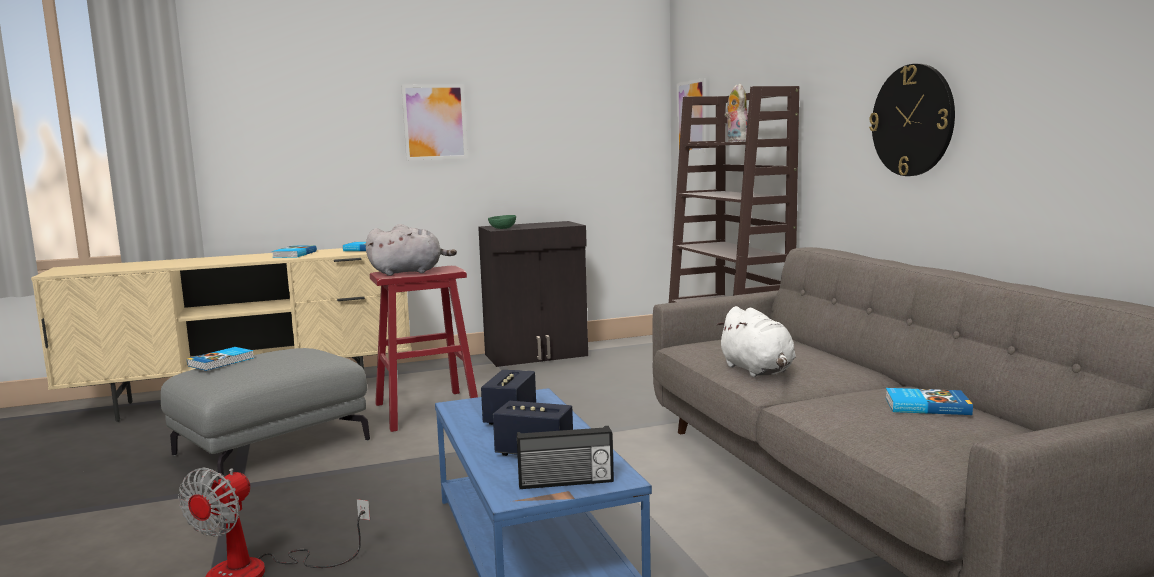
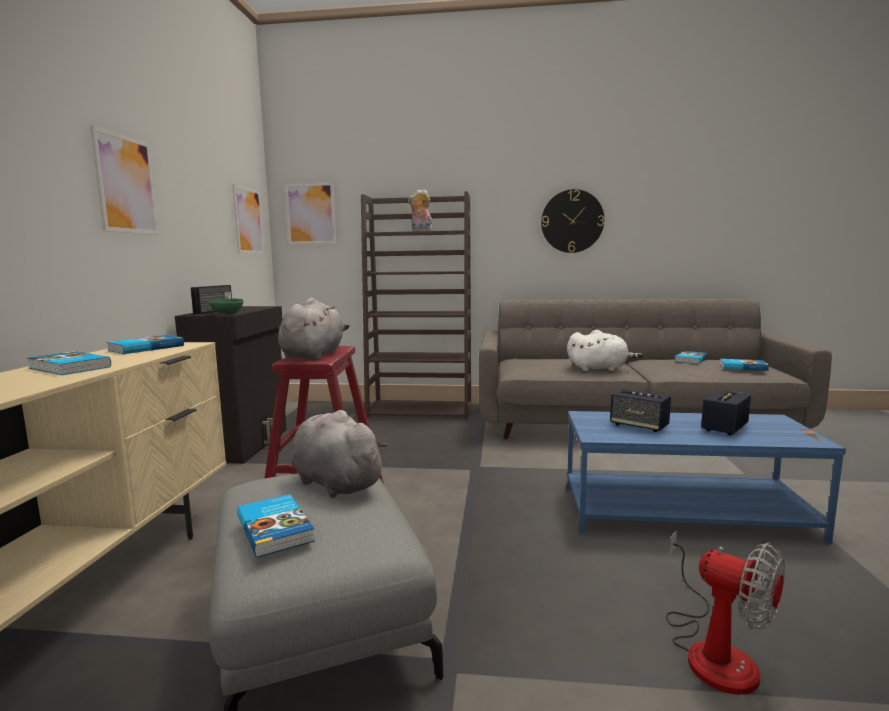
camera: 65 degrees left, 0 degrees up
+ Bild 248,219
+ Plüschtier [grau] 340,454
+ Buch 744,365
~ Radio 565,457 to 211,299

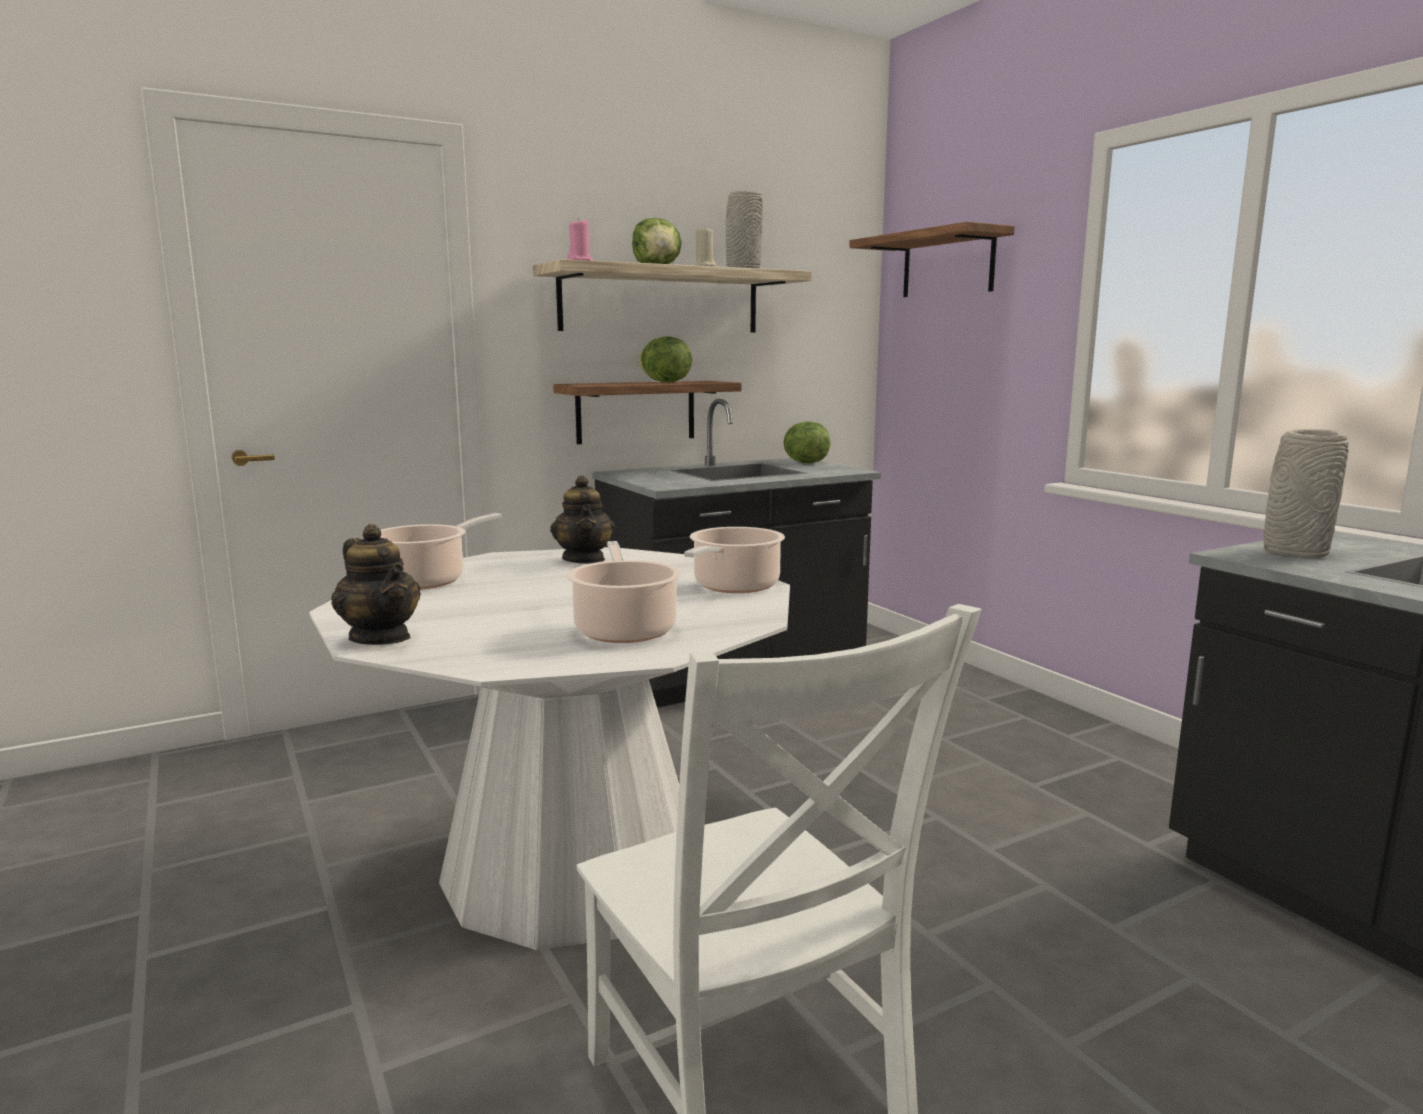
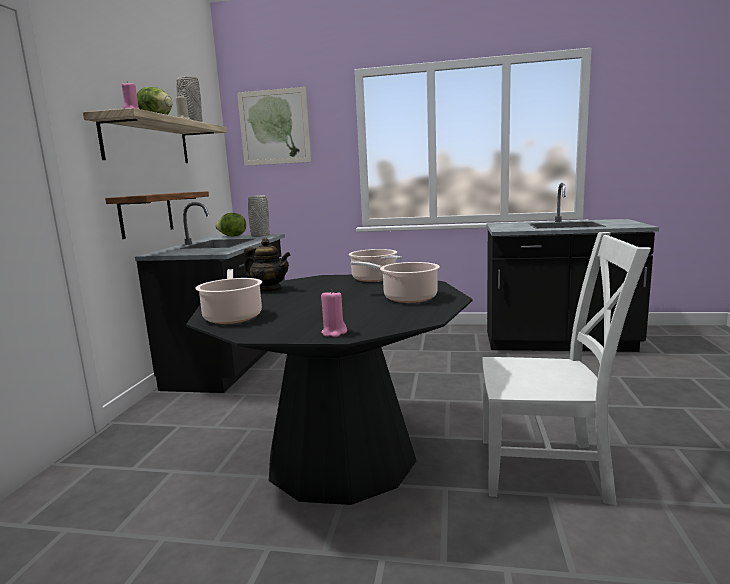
camera: 50 degrees left, 0 degrees up
- Salatkopf 665,359
~ Vase [grau] 1306,493 to 259,216
~ Teekanne 376,584 to Kerze [rosa] 334,313
~ Wandregal 932,259 to Bild 274,126
~ Esstisch [weiß] 549,748 to Esstisch [schwarz] 329,390

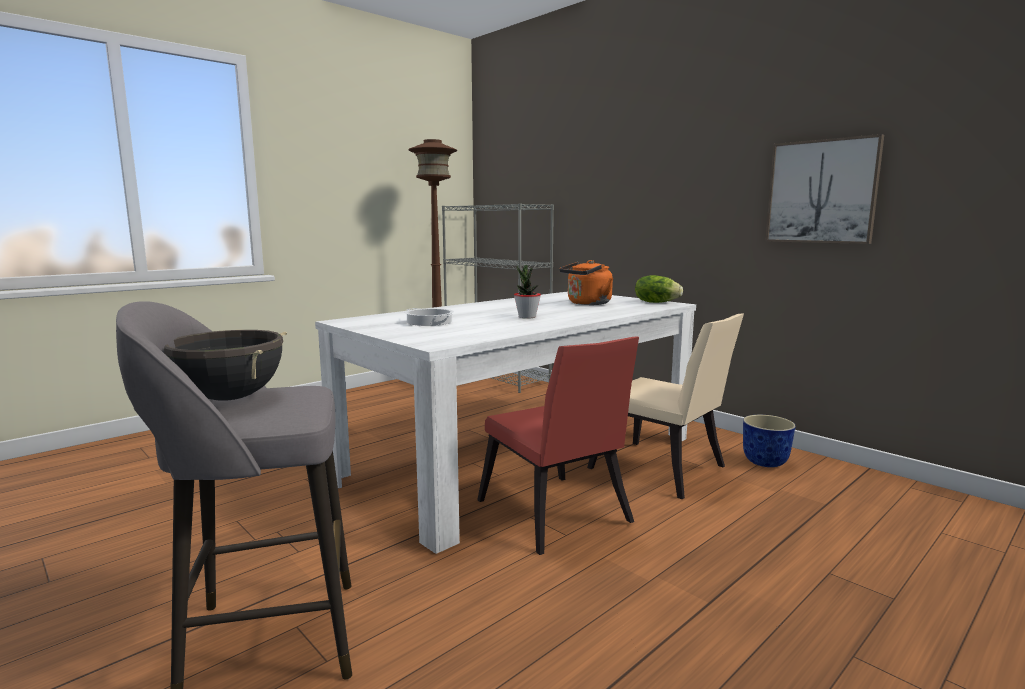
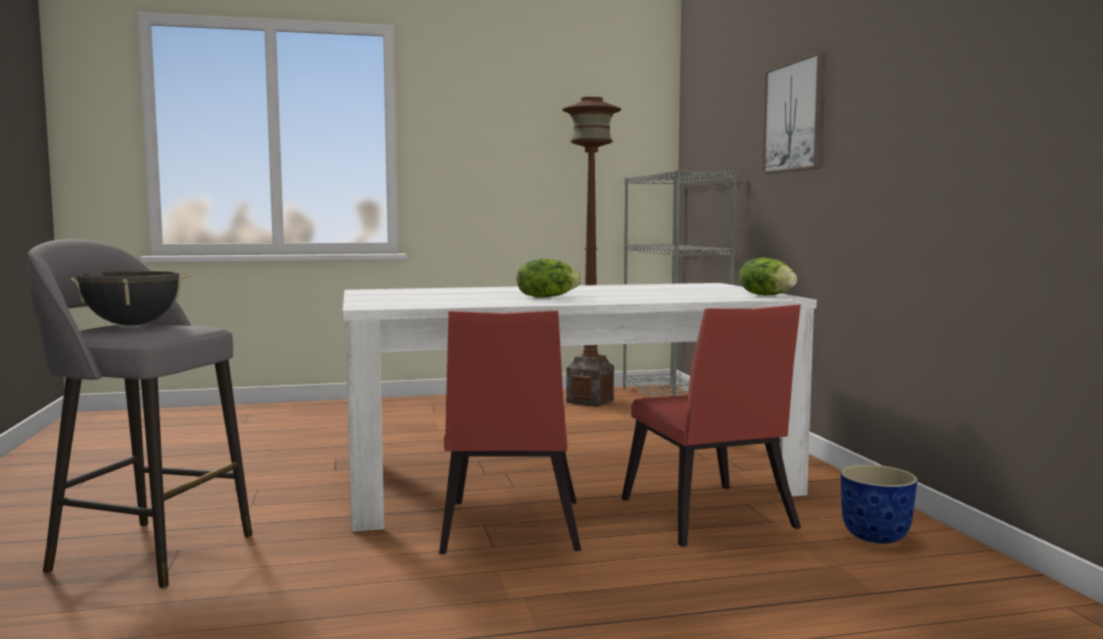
camera: 30 degrees right, 5 degrees down
- Kochtopf 429,317
- Wasserkessel [orange] 586,282
~ Bild 824,189 to 794,113
~ Topfpflanze 527,292 to Salatkopf 549,278
~ Stuhl [beige] 665,406 to Stuhl [rot] 711,425

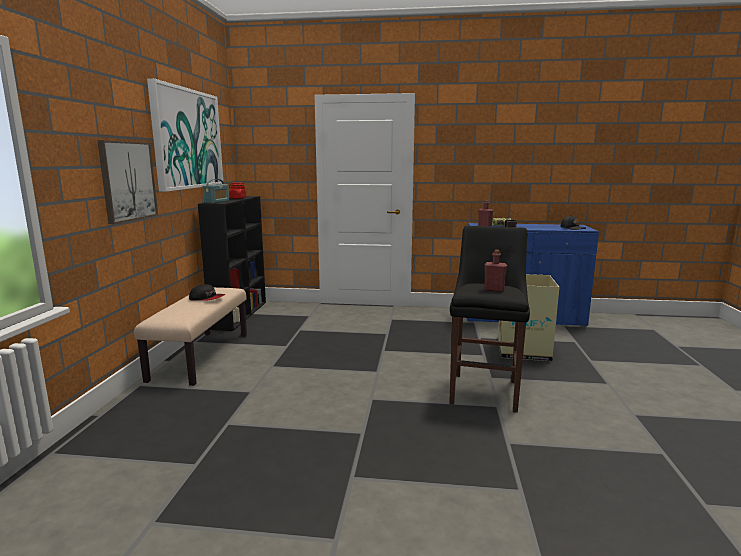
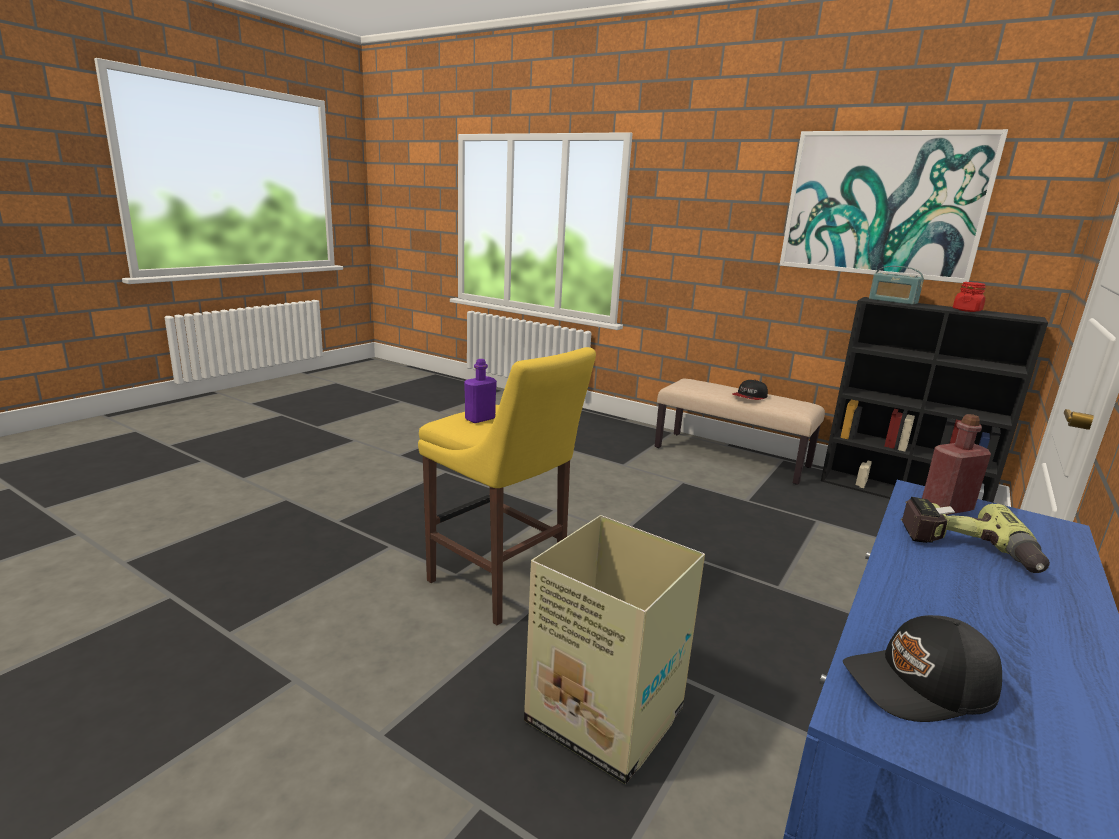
camera: 115 degrees right, 5 degrees up
- Bild 127,182
~ Hocker [schwarz] 489,319 to Hocker [gelb] 507,486
~ Flasche [rot] 495,271 to Flasche [lila] 480,391

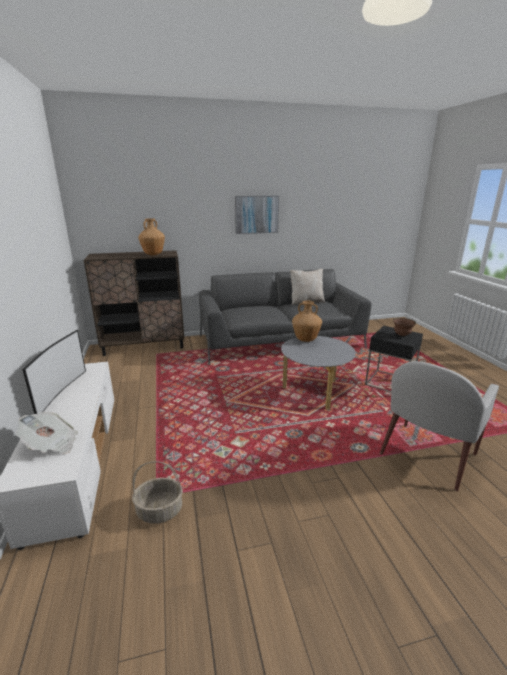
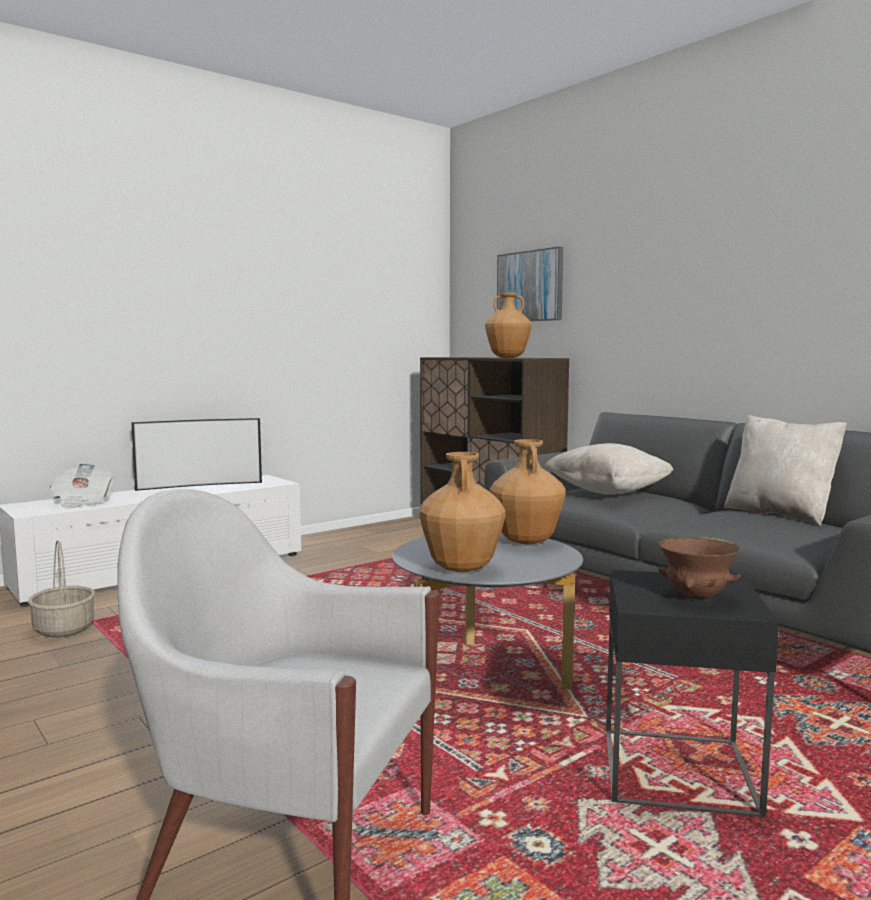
camera: 65 degrees right, 15 degrees down
+ Vase [braun] 462,512
+ Kissen [beige] 609,469
~ Bild 257,215 to 530,283

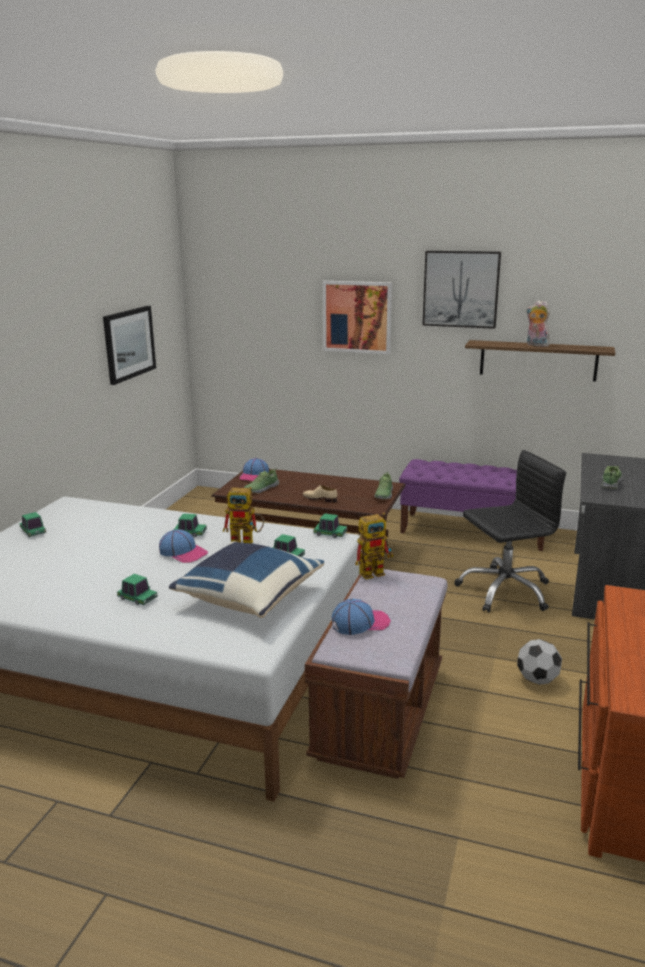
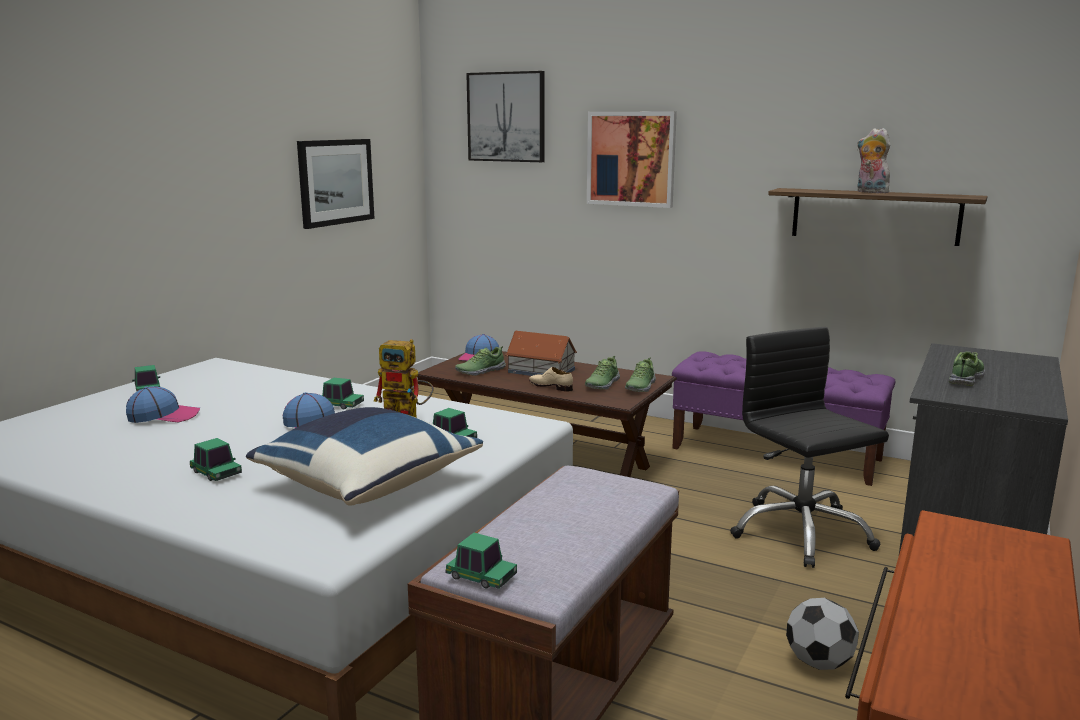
camera: 10 degrees right, 5 degrees down
- Spielzeugroboter 374,545
+ Spielzeughaus 541,353
+ Schuh 602,373
~ Spielzeugauto 330,525 to 481,561
~ Kappe 361,616 to 163,404
~ Bild 461,290 to 505,116
~ Bürostuhl [schwarz] 510,531 = 809,447 105 degrees counterclockwise

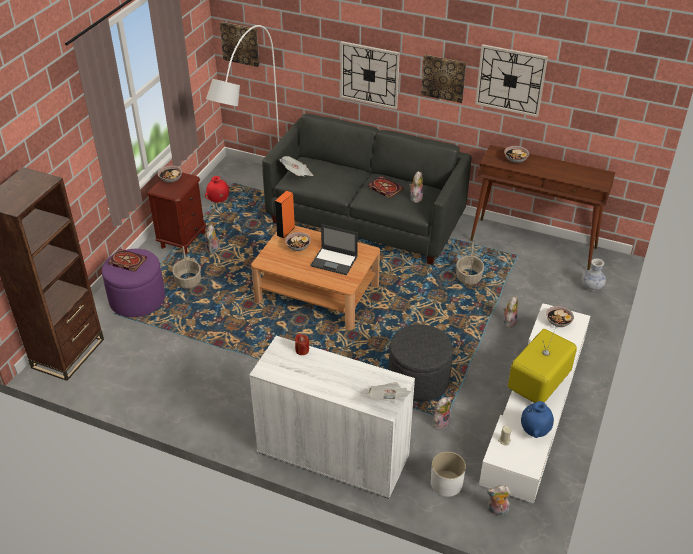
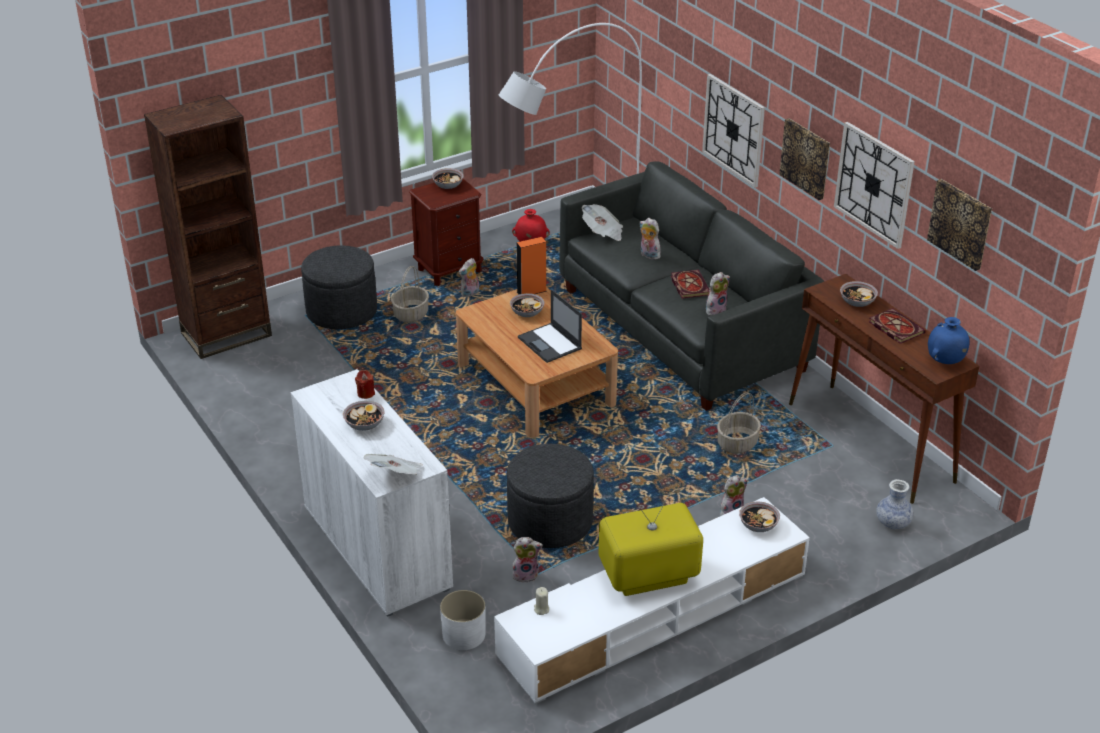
camera: 35 degrees right, 5 degrees down
+ Schüssel 364,416
~ Buch 127,260 to 897,326
~ Bild 240,44 to 959,225
~ Plüschtier 499,500 to 650,239
~ Vase [blau] 537,419 to 949,340
~ Polsterhocker [lila] 133,283 to Polsterhocker [grau] 339,287

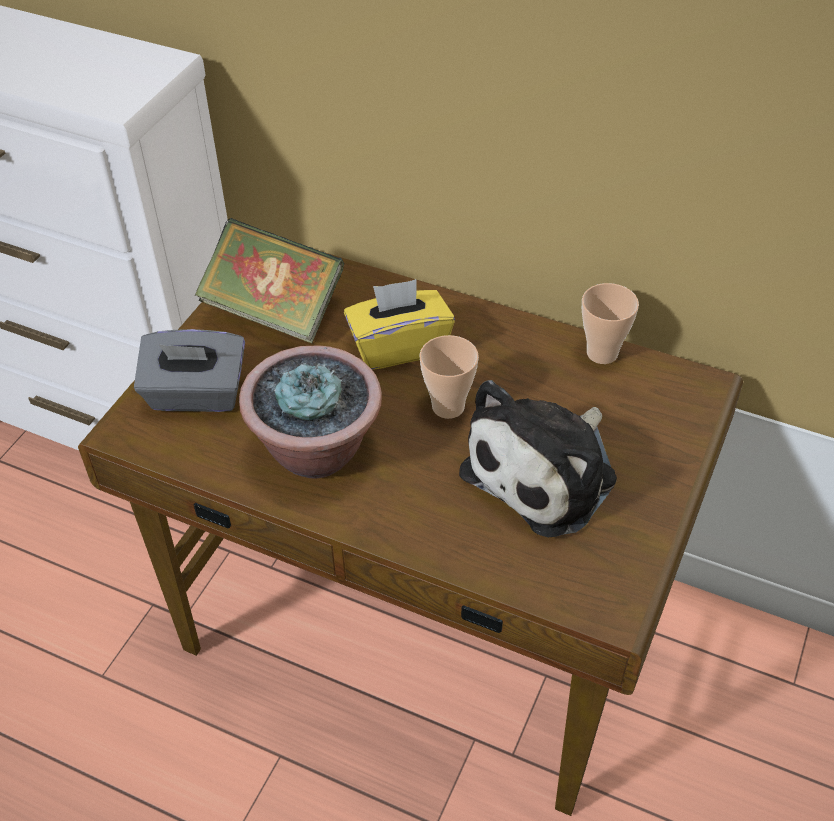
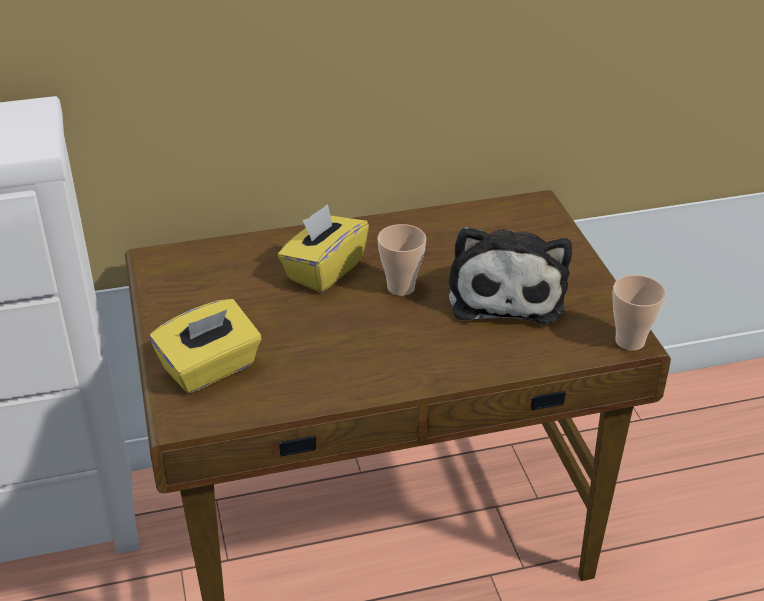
camera: 40 degrees left, 10 degrees down
- Buch 269,280
- Topfpflanze 310,412
~ Tasse 610,323 to 639,313
~ Taschentuchbox [grau] 189,370 to Taschentuchbox [gelb] 206,346

